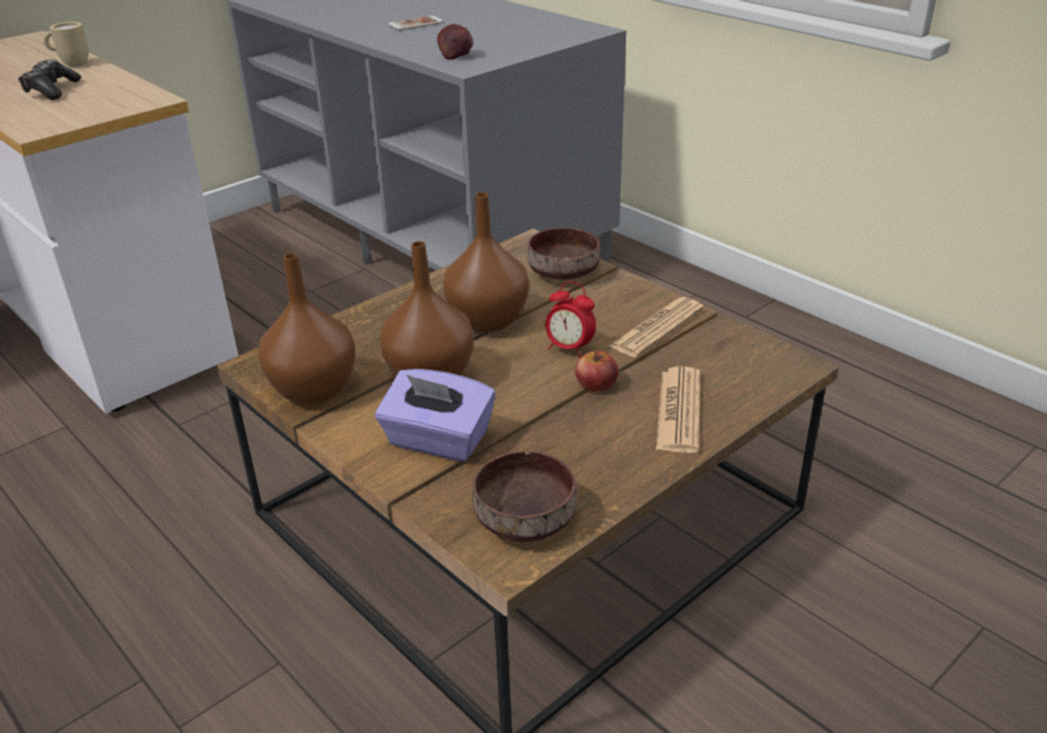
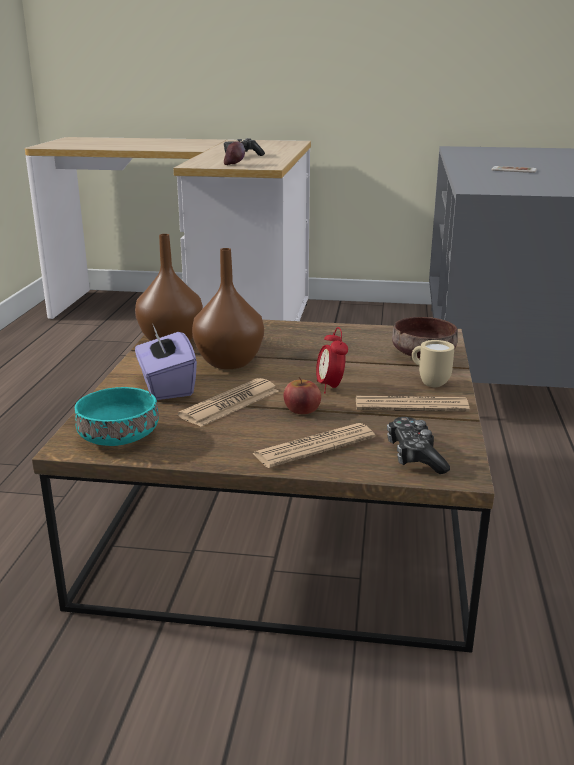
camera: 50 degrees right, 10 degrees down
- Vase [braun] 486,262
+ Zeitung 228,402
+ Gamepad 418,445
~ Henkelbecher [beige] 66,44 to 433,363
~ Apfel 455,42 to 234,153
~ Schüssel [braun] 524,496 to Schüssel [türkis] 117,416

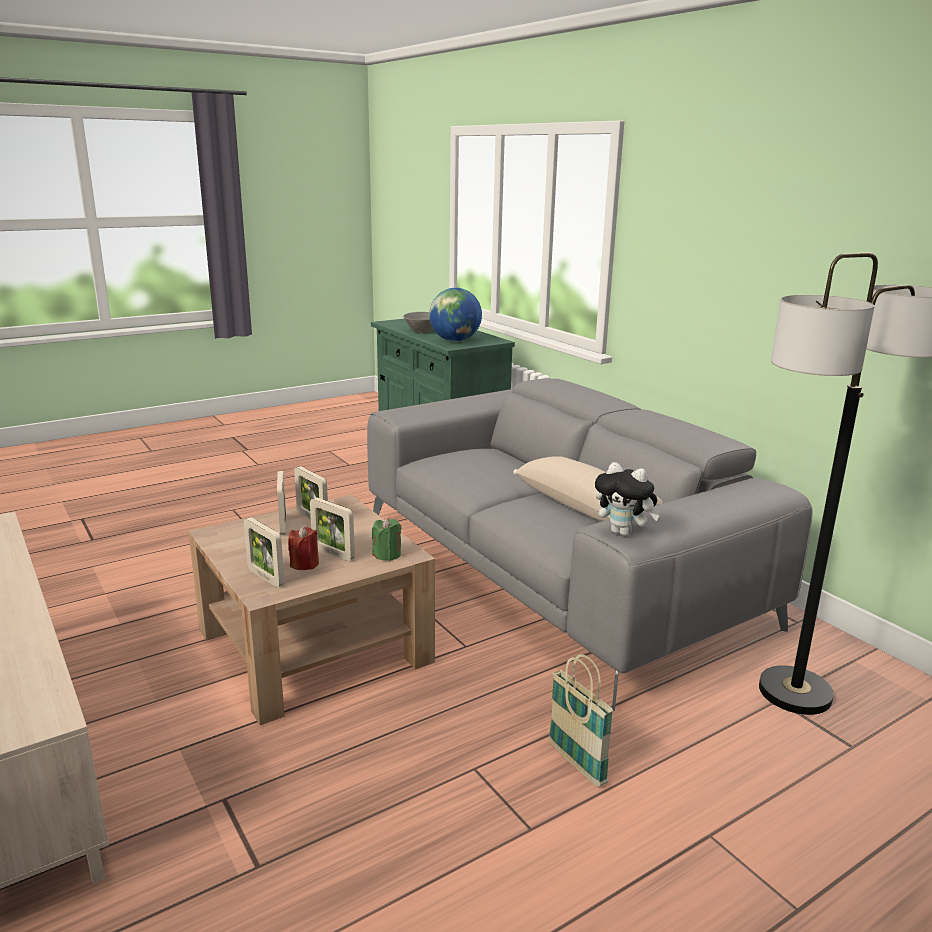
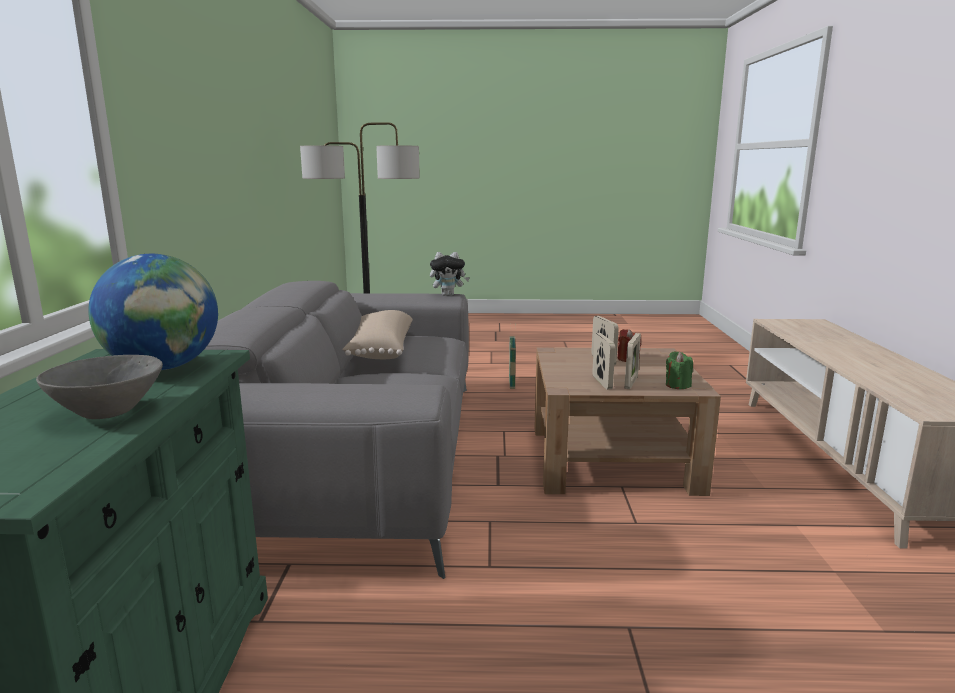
camera: 145 degrees left, 5 degrees down
- Bilderrahmen 264,552
~ Kerze [grün] 386,539 to 679,370
~ Plüschtier 627,499 = 450,274 105 degrees clockwise

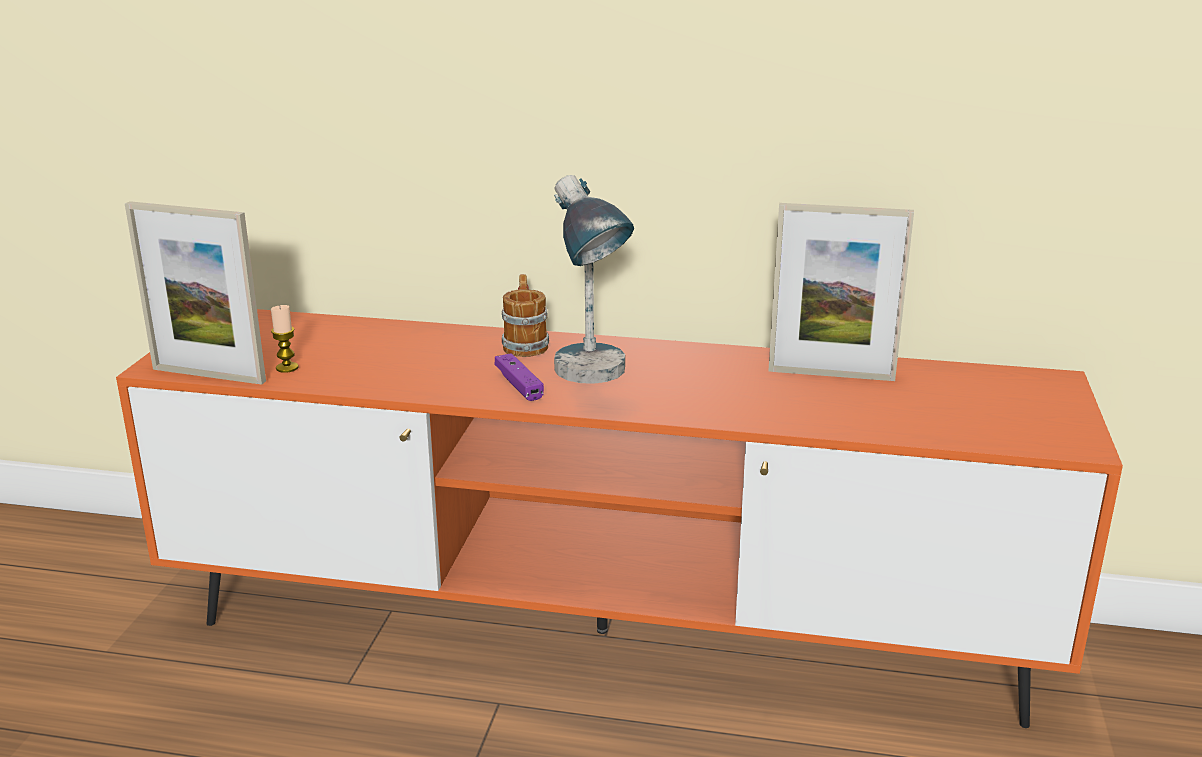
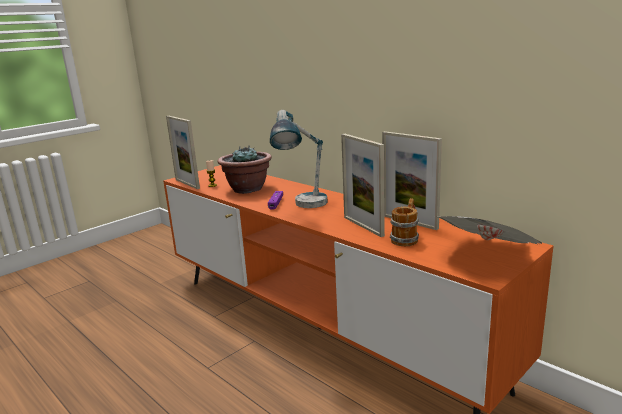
camera: 35 degrees right, 5 degrees down
+ Topfpflanze 245,170
+ Bilderrahmen 363,185
+ Zeitung 488,230
~ Henkelbecher 525,315 to 404,222

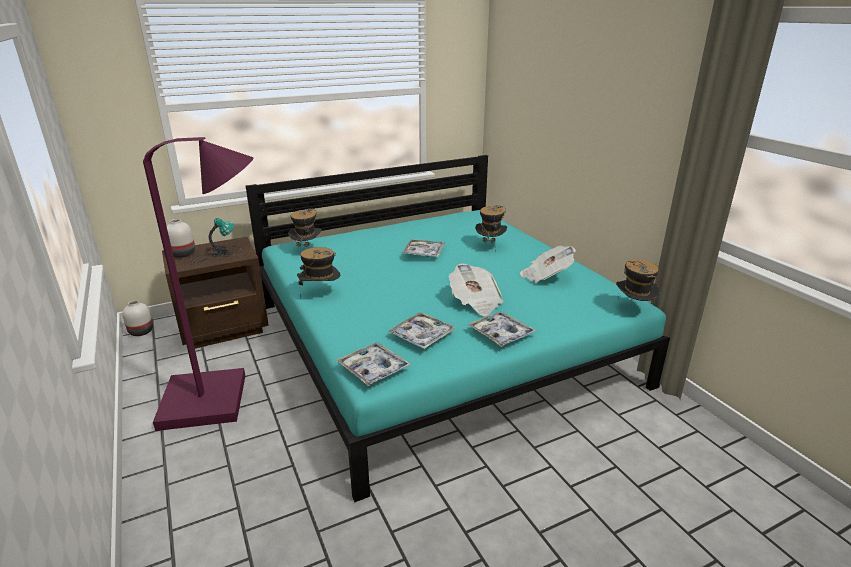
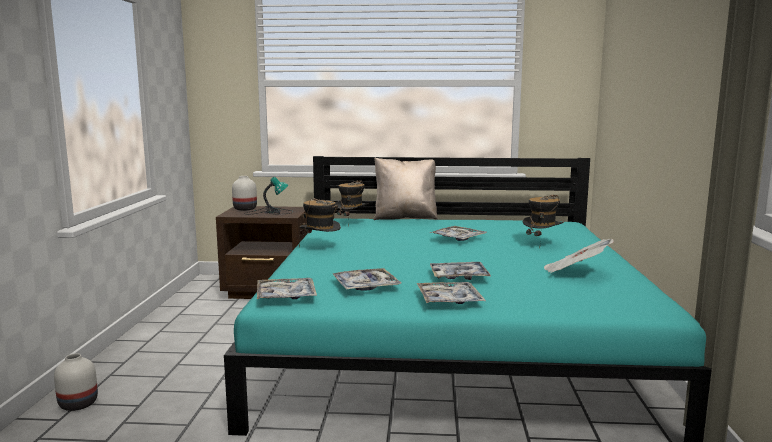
camera: 30 degrees right, 15 degrees down
- Stehlampe [lila] 198,284
- Hut 638,280
+ Kissen [beige] 406,189
~ Vase [weiß] 138,318 to 76,382
~ Zeitung 476,289 to Tablett 460,271

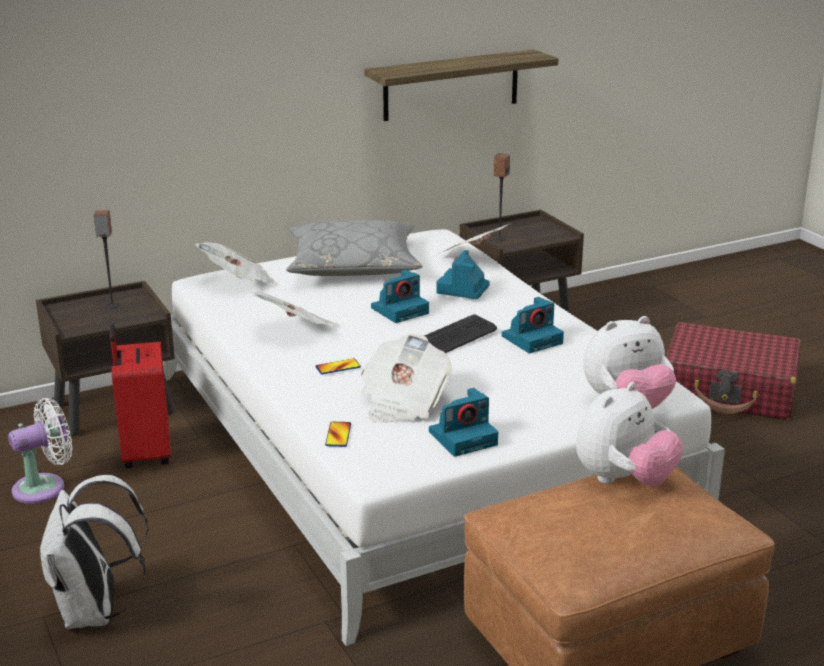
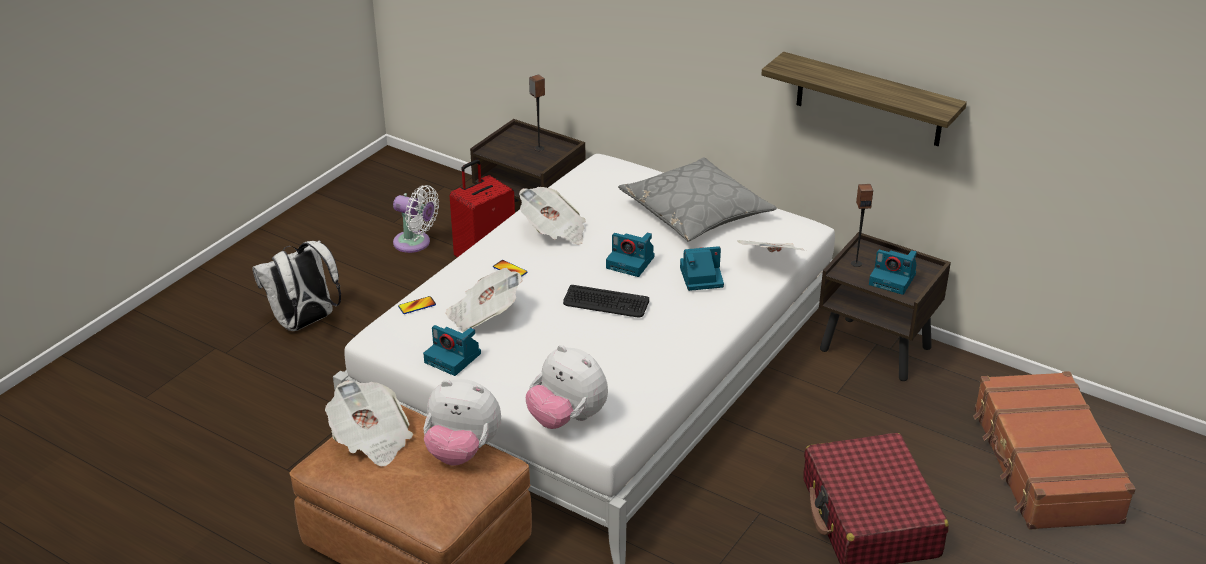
camera: 60 degrees right, 10 degrees up
+ Koffer [braun] 1054,450
~ Zeitung 236,263 to 369,423
~ Kamera 533,325 to 893,272

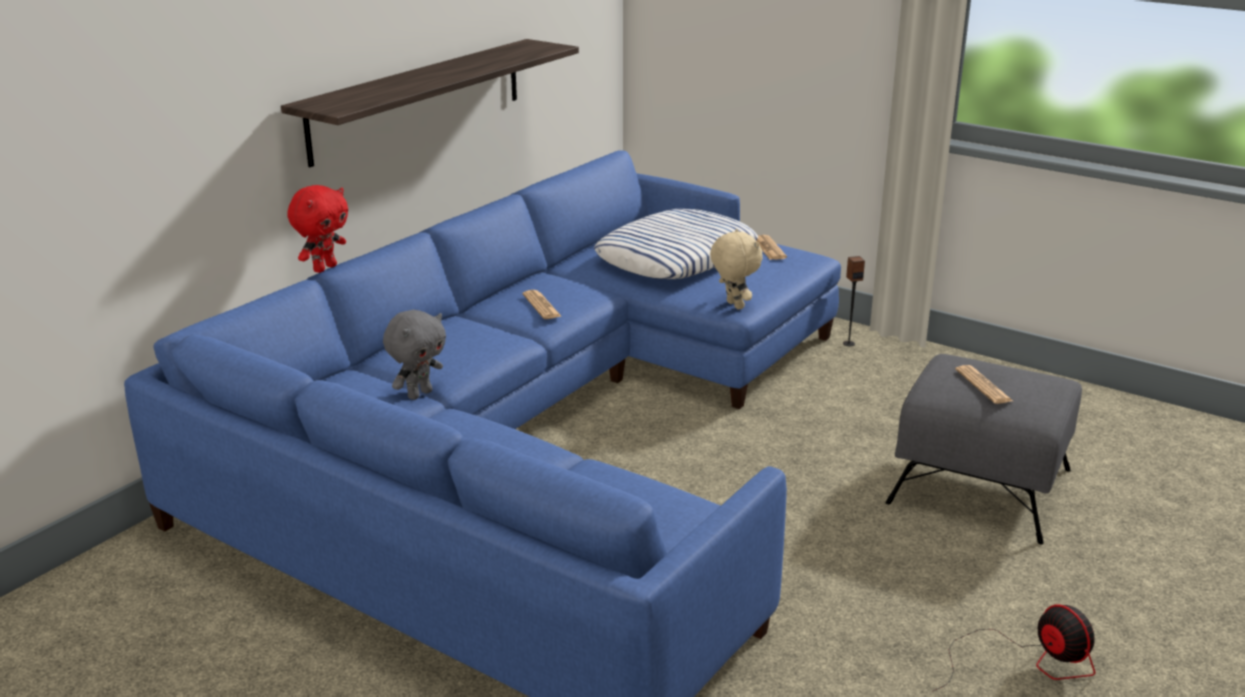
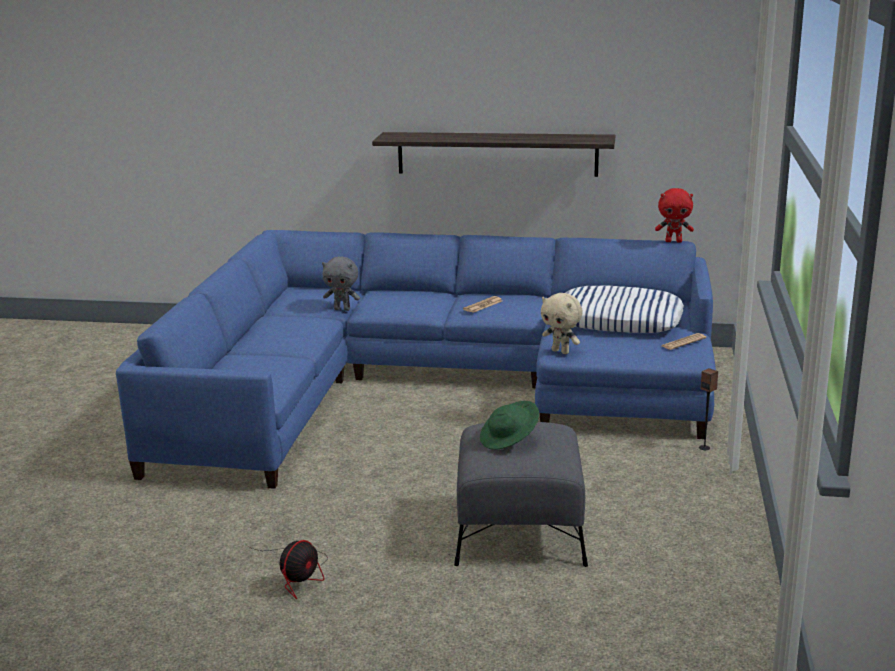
camera: 65 degrees right, 5 degrees down
~ Plüschtier [rot] 317,229 to 674,215
~ Zeitung 984,384 to Hut [grün] 509,425
~ Plüschtier [beige] 736,269 = 562,323 90 degrees clockwise

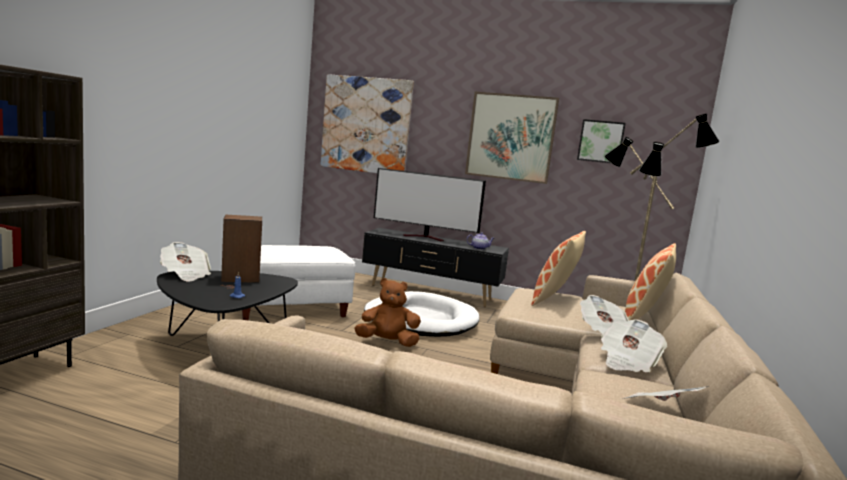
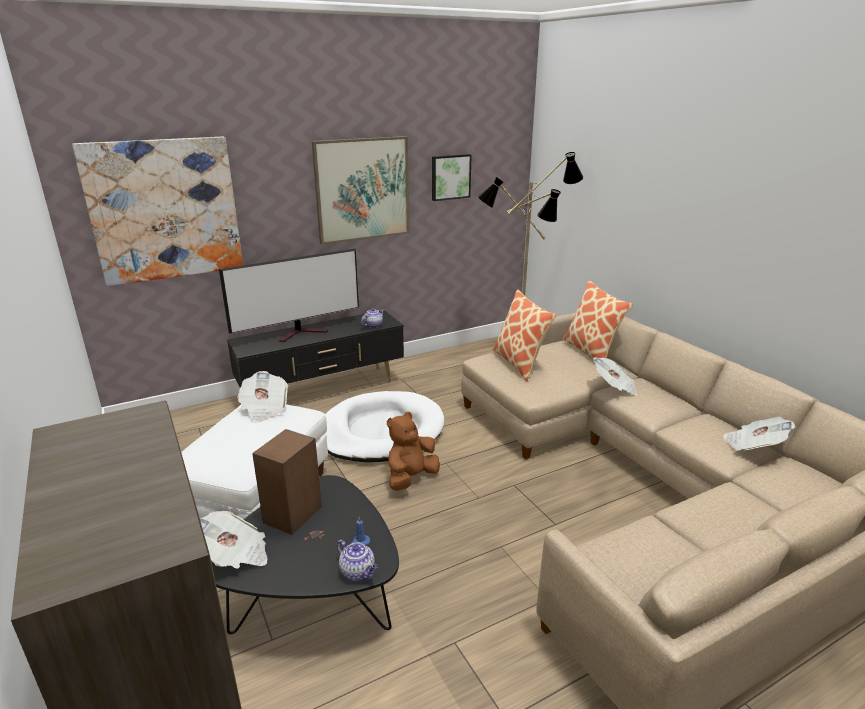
camera: 45 degrees left, 15 degrees up
+ Teekanne 356,560
~ Zeitung 633,346 to 262,397

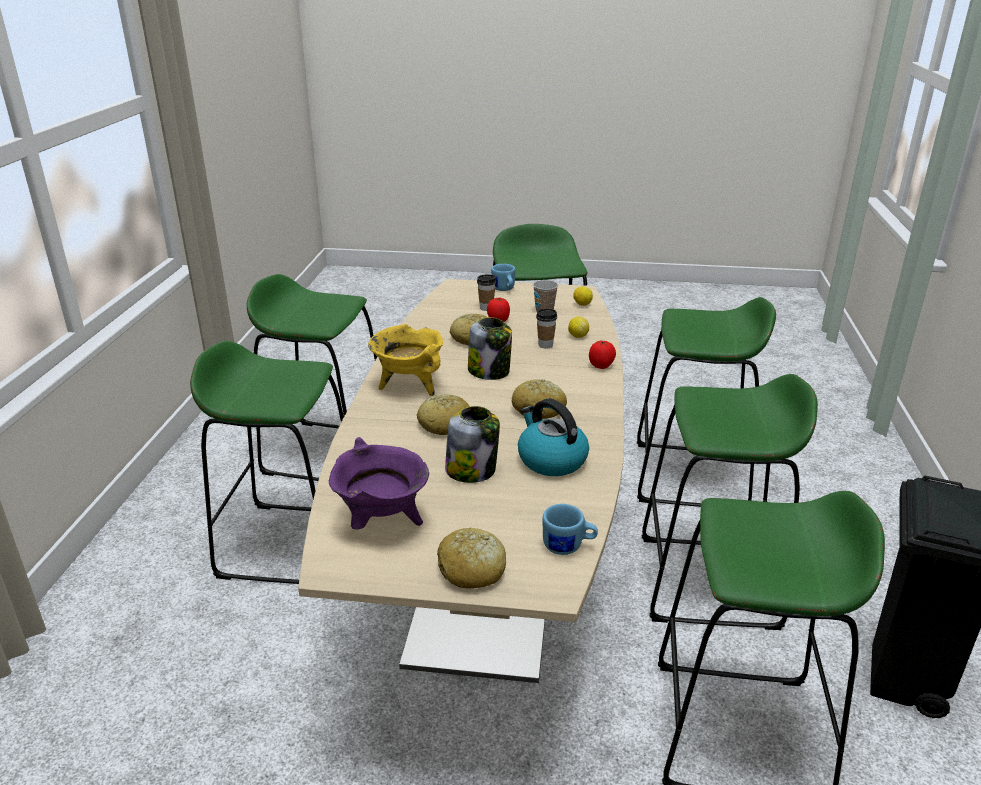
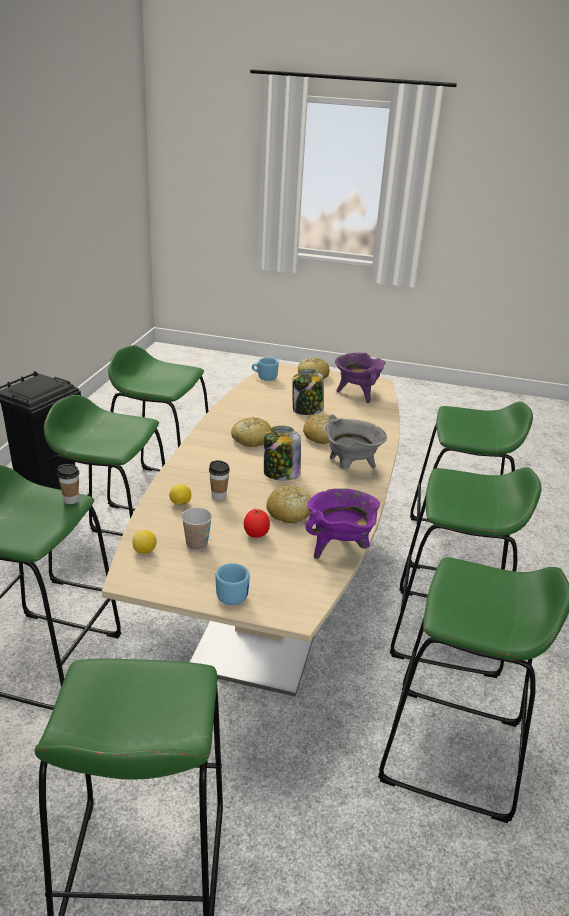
camera: 175 degrees left, 0 degrees up
- Wasserkessel 553,437
- Tomate 602,355
+ Kochtopf [lila] 342,523
+ Hocker [grün] 471,486
~ Tasse 486,293 to 68,484
~ Kochtopf [gelb] 405,360 to Kochtopf [grau] 356,442

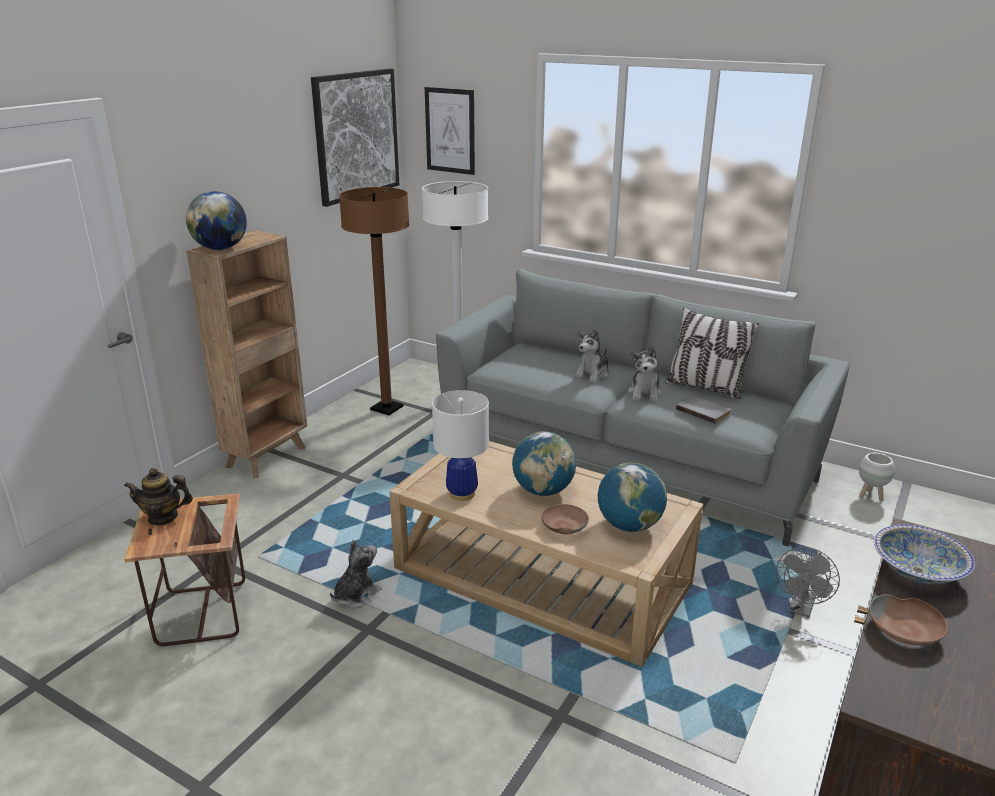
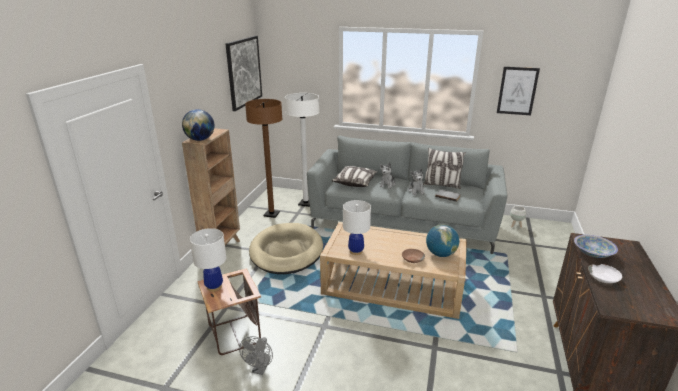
camera: 15 degrees left, 0 degrees up
- Plüschtier 356,574
- Globus 544,463
+ Hundebett [beige] 286,248
+ Kissen 355,176
~ Bild 450,131 to 518,91
~ Ventilator [grau] 808,582 to 256,355
~ Teekanne 158,497 to Tischlampe [weiß] 208,260
~ Schüssel [braun] 908,619 to Schüssel [weiß] 605,273

